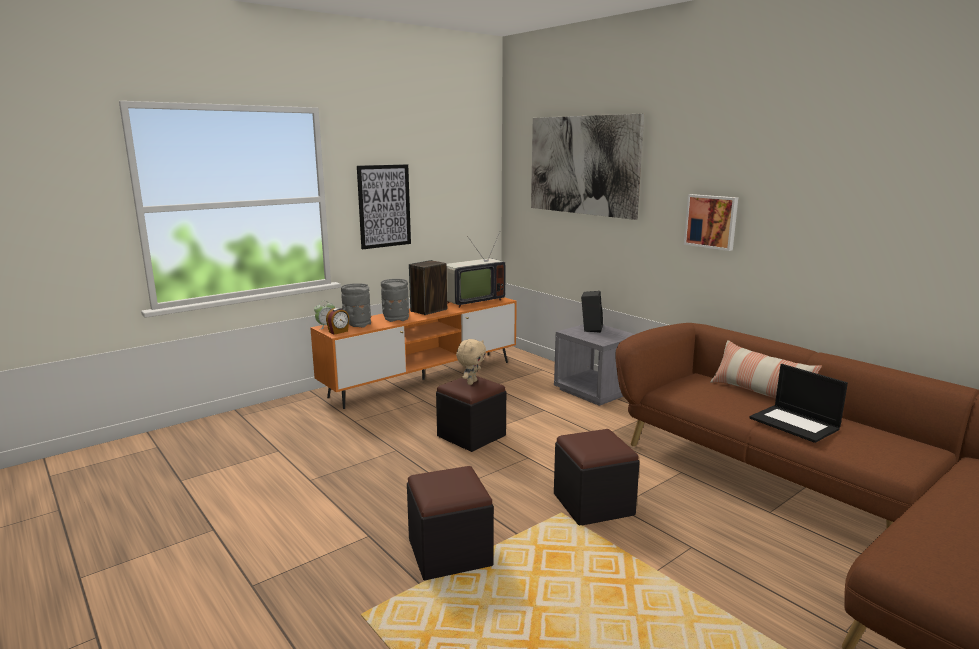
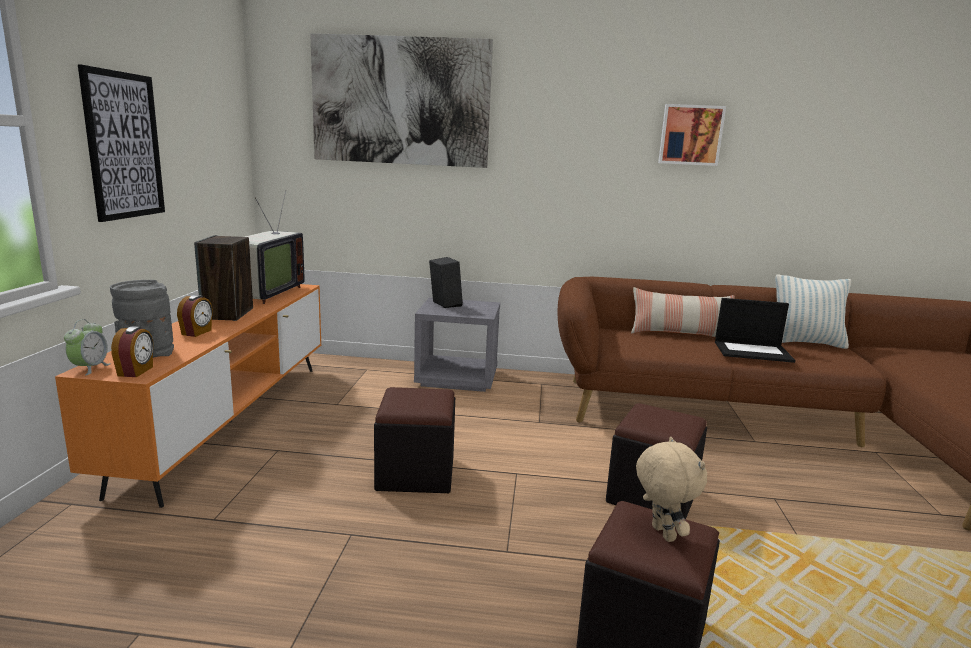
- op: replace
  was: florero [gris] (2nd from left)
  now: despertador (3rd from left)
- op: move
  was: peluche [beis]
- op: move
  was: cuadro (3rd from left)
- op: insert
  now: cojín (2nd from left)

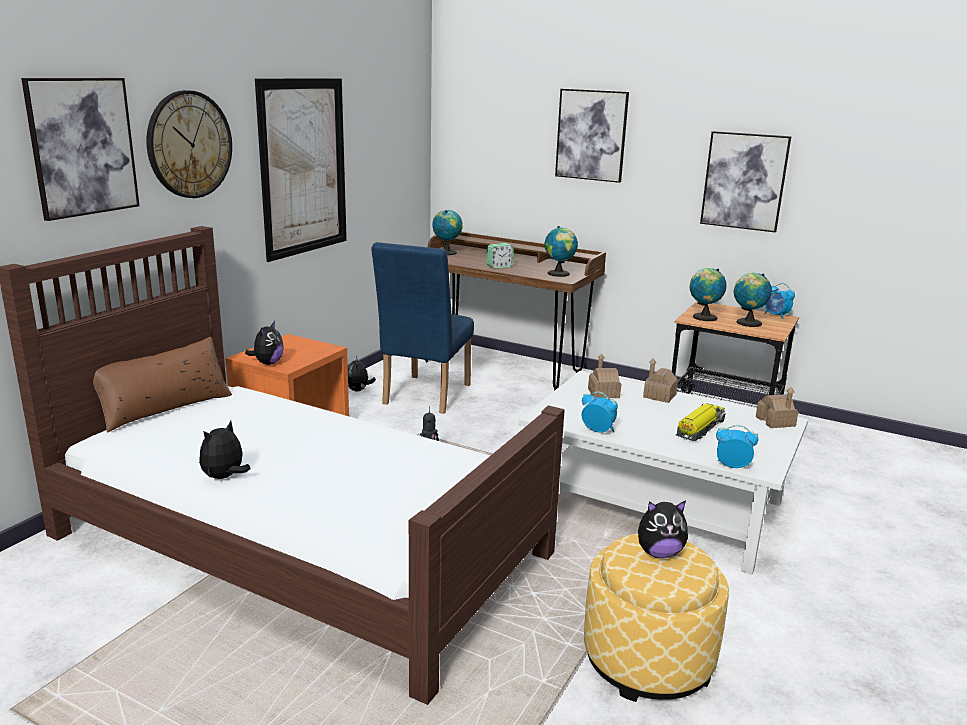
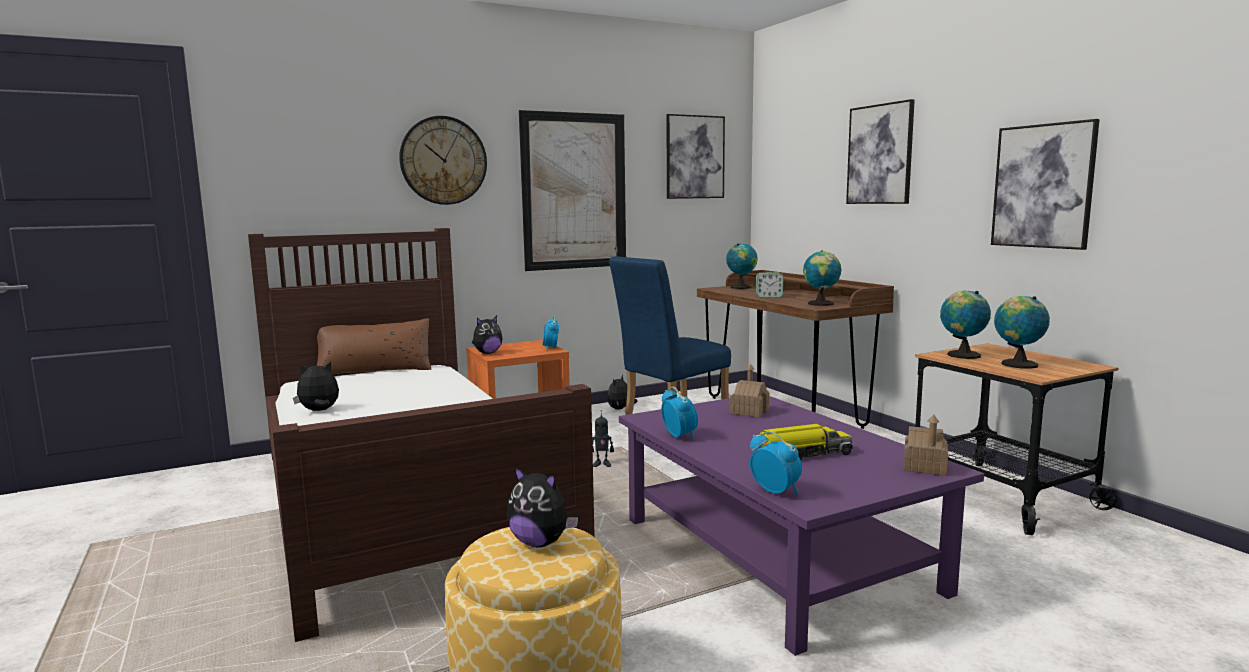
- op: move
  was: cuadro (1st from left in the first image)
  now: cuadro (2nd from left)
- op: recolor
  was: mesa de centro [blanco]
  now: mesa de centro [morado]
- op: delete
  was: casita (2nd from left)
- op: move
  was: despertador (4th from left in the first image)
  now: despertador (1st from left)

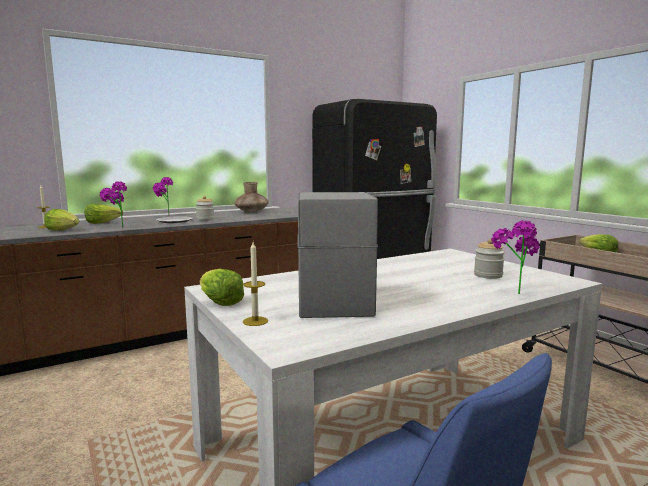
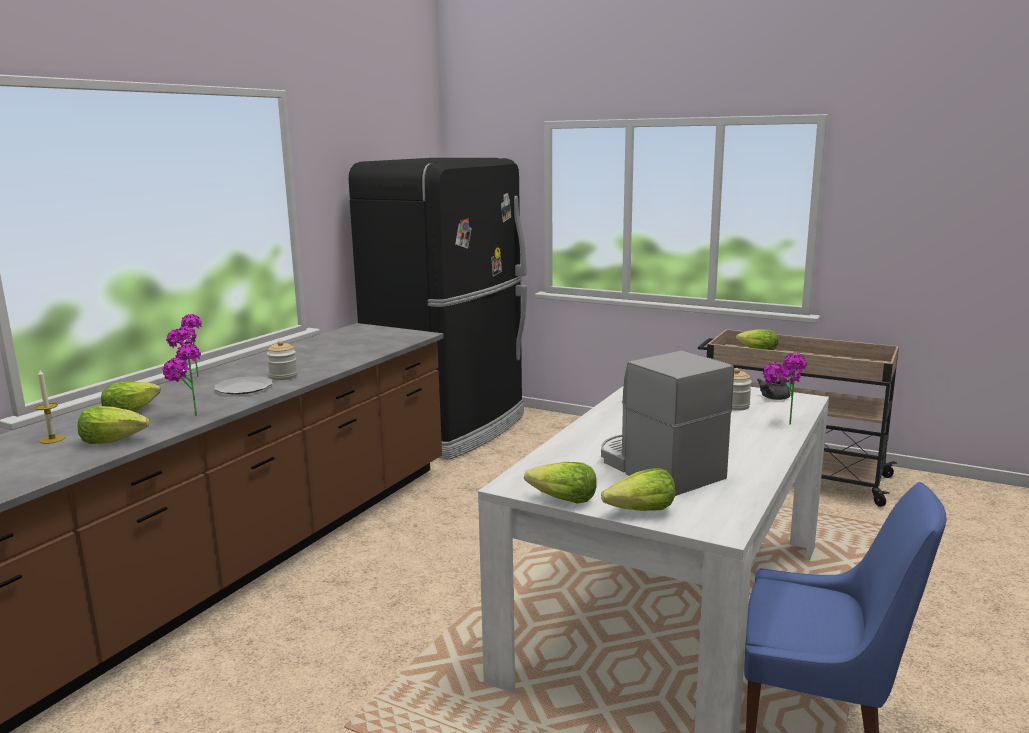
- op: delete
  was: florero [marrón]
- op: replace
  was: vela (2nd from left)
  now: lechuga (4th from left)
- op: insert
  now: tetera [gris]

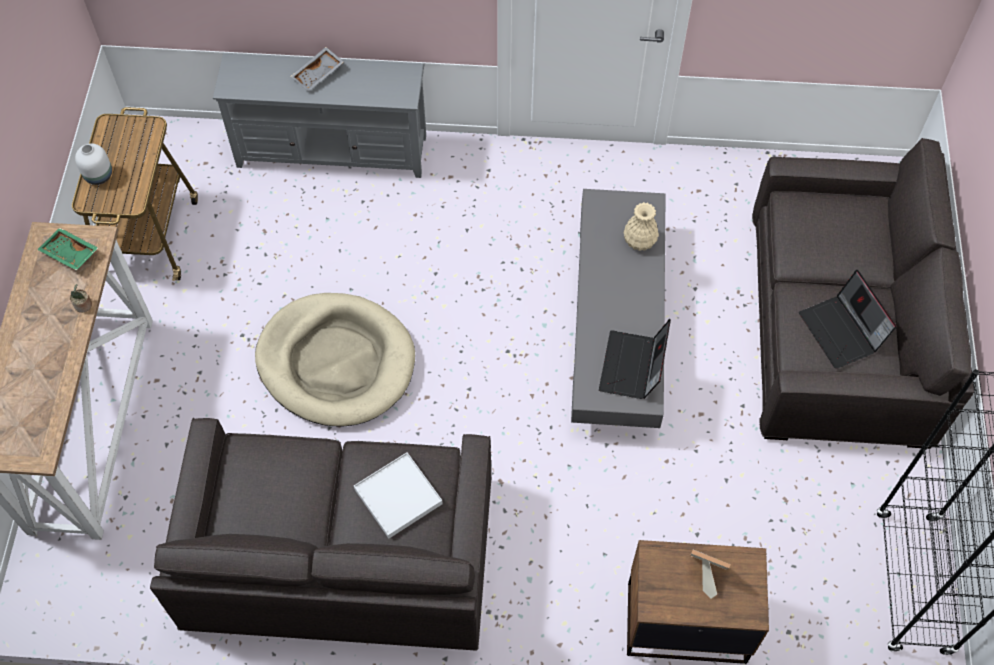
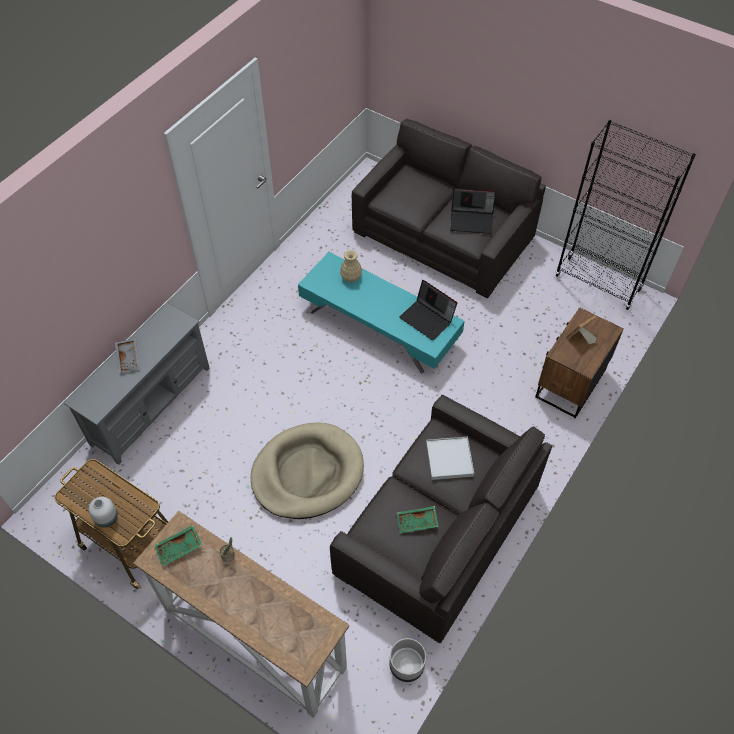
- op: recolor
  was: mesa de centro [gris]
  now: mesa de centro [turquesa]
- op: insert
  now: maceta [gris]
- op: insert
  now: bandeja [verde] (2nd from left)

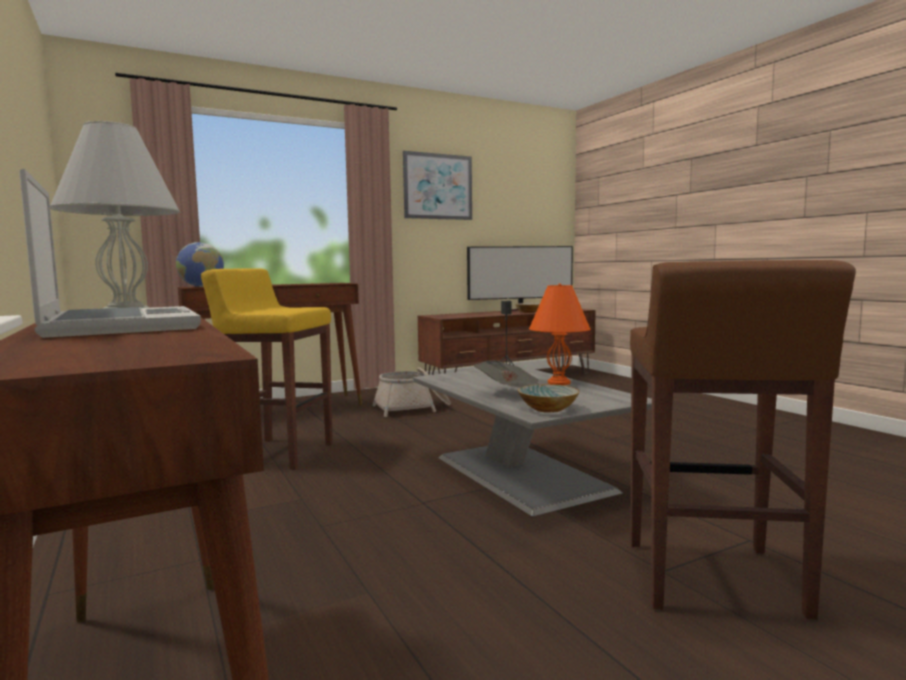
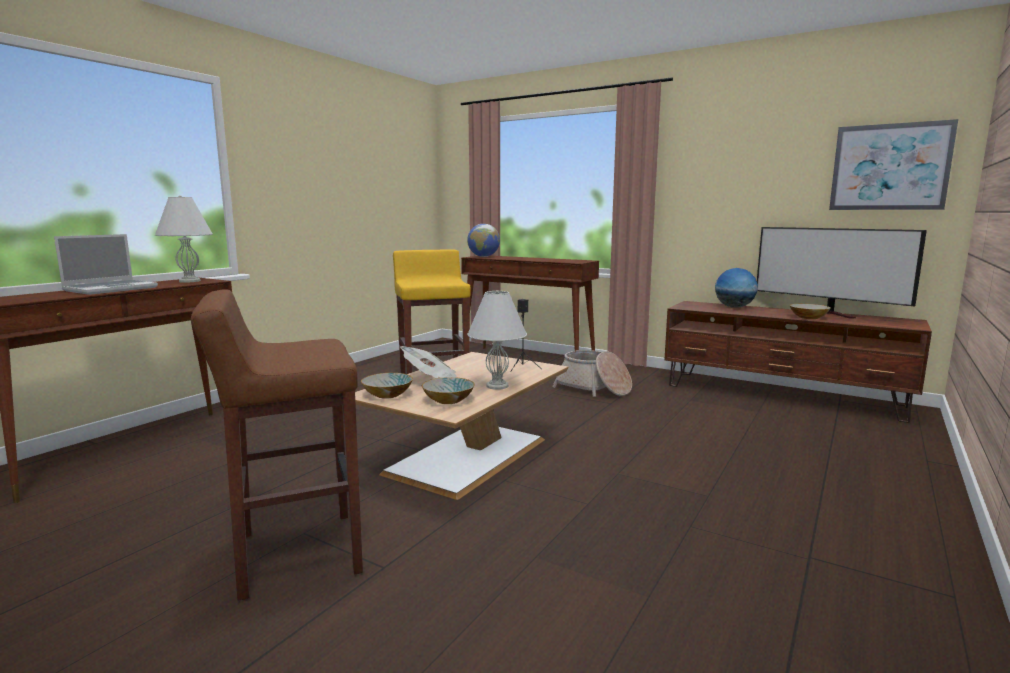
- op: move
  was: cuadro
- op: recolor
  was: mesa de centro [gris]
  now: mesa de centro [marrón]
- op: recolor
  was: lámpara de mesa [naranja]
  now: lámpara de mesa [blanco] (2nd from left)
- op: insert
  now: cuenco (2nd from left)
- op: insert
  now: globo terráqueo (2nd from left)

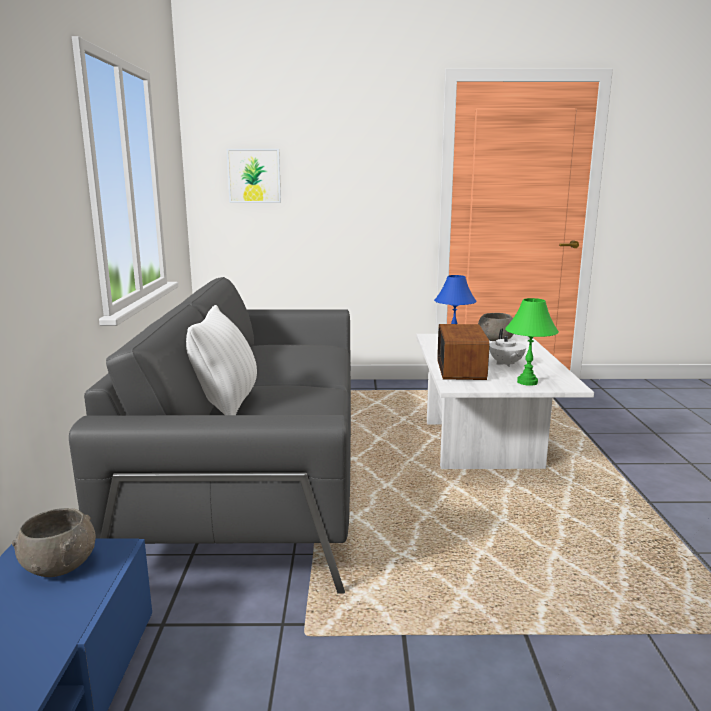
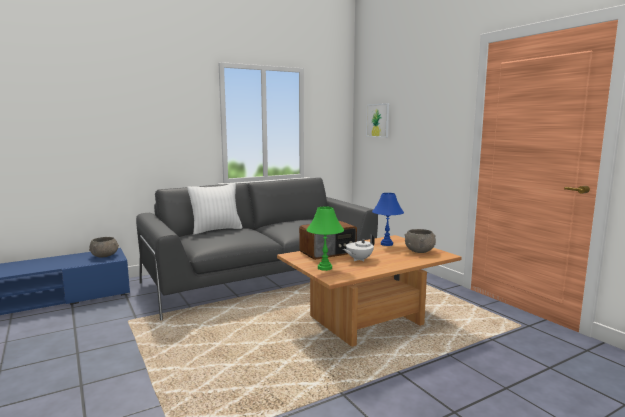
- op: recolor
  was: mesa de centro [blanco]
  now: mesa de centro [marrón]

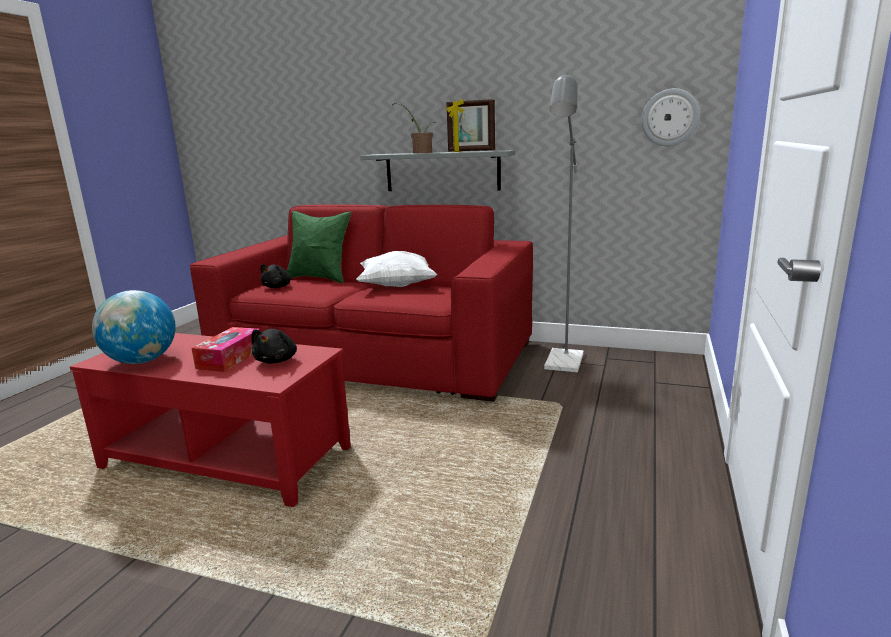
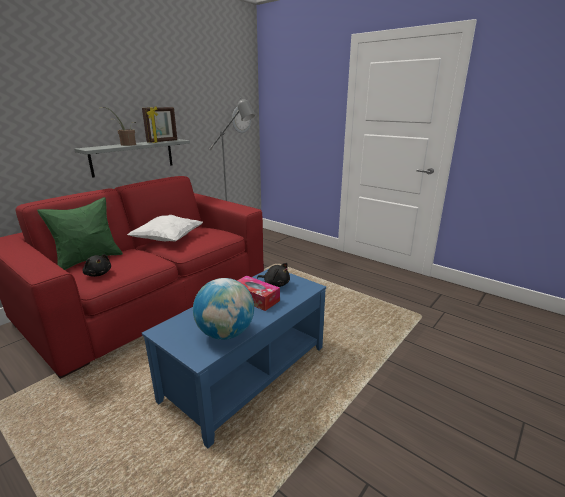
- op: recolor
  was: mesa de centro [rojo]
  now: mesa de centro [azul]

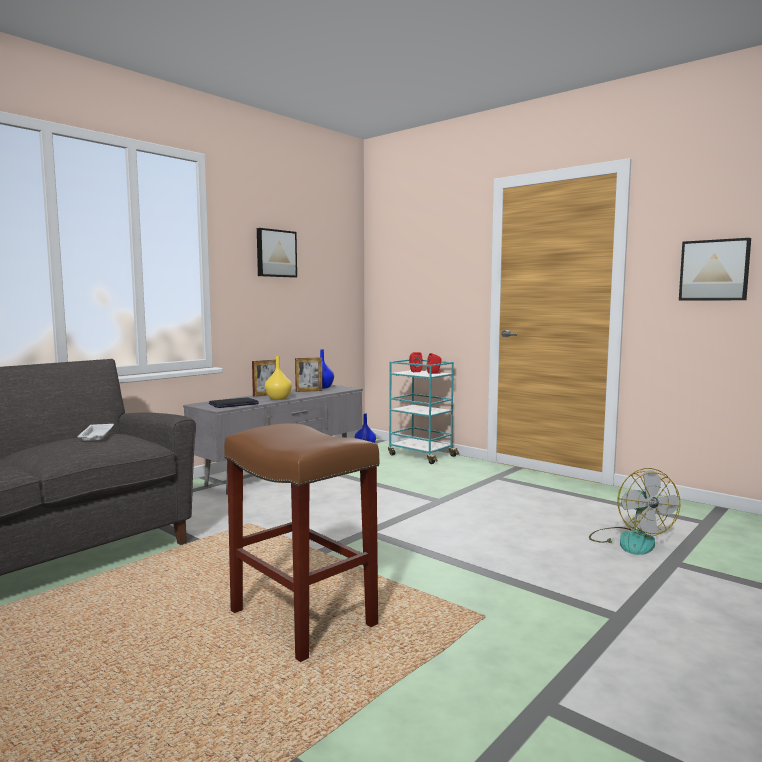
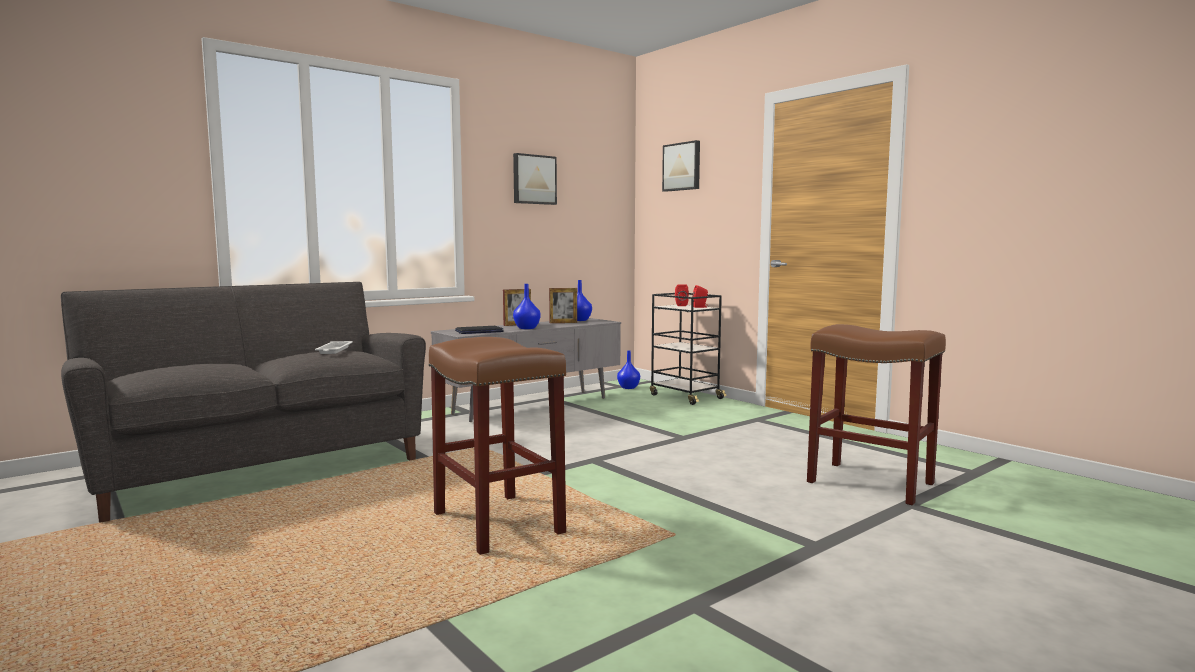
- op: recolor
  was: florero [amarillo]
  now: florero [azul] (1st from left)
- op: recolor
  was: carrito [turquesa]
  now: carrito [negro]
- op: replace
  was: ventilador
  now: taburete [marrón] (2nd from left)
- op: move
  was: cuadro (2nd from left)

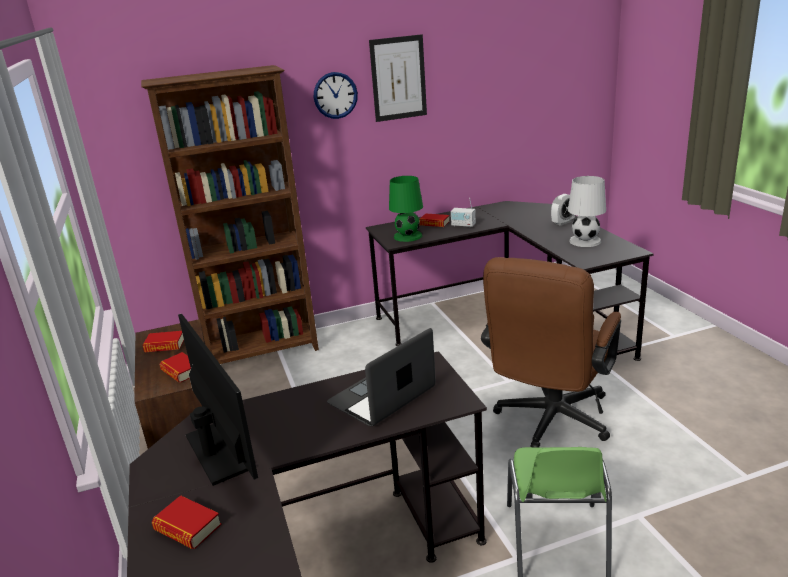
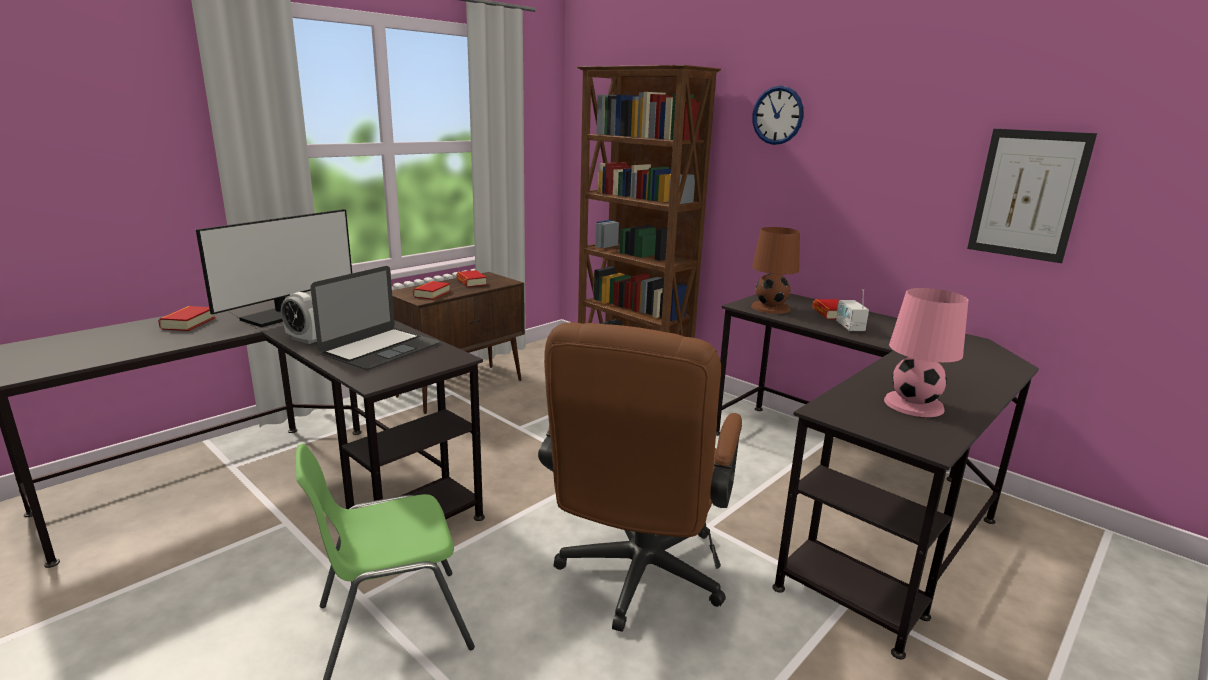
- op: rotate
  was: portátil
  clockwise: 105
- op: move
  was: cuadro
- op: recolor
  was: lámpara de mesa [verde]
  now: lámpara de mesa [marrón]
- op: rotate
  was: silla de oficina [marrón]
  clockwise: -75
- op: move
  was: despertador
- op: recolor
  was: lámpara de mesa [blanco]
  now: lámpara de mesa [rosa]

